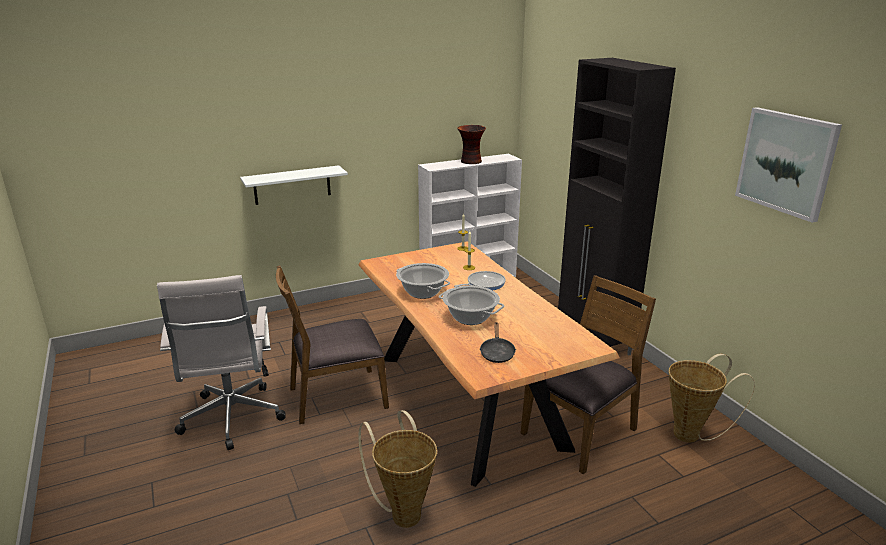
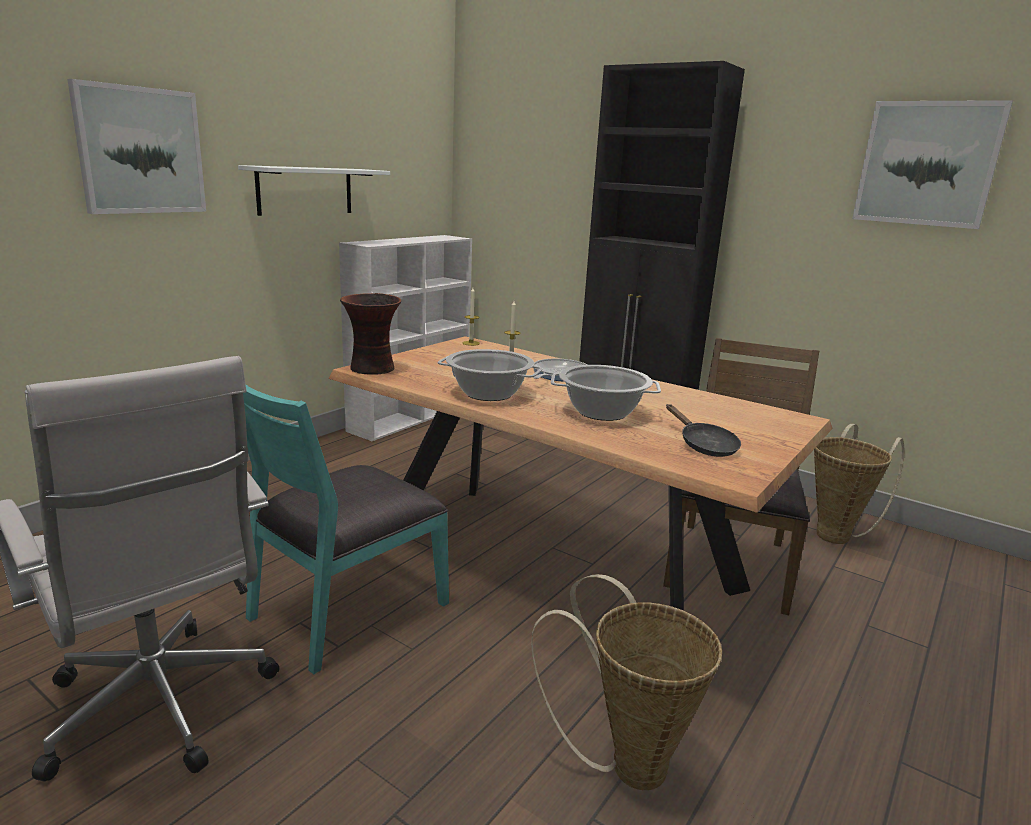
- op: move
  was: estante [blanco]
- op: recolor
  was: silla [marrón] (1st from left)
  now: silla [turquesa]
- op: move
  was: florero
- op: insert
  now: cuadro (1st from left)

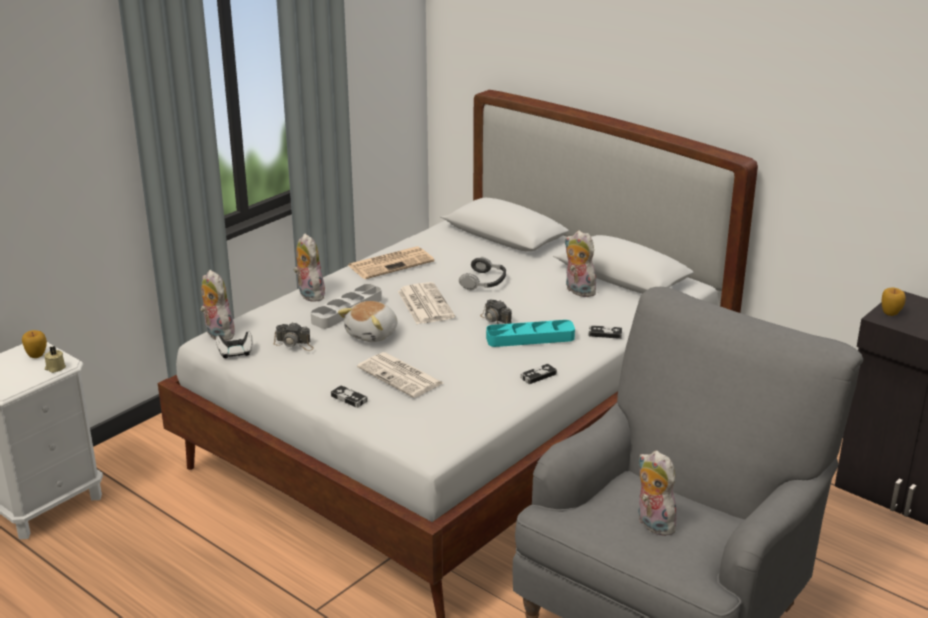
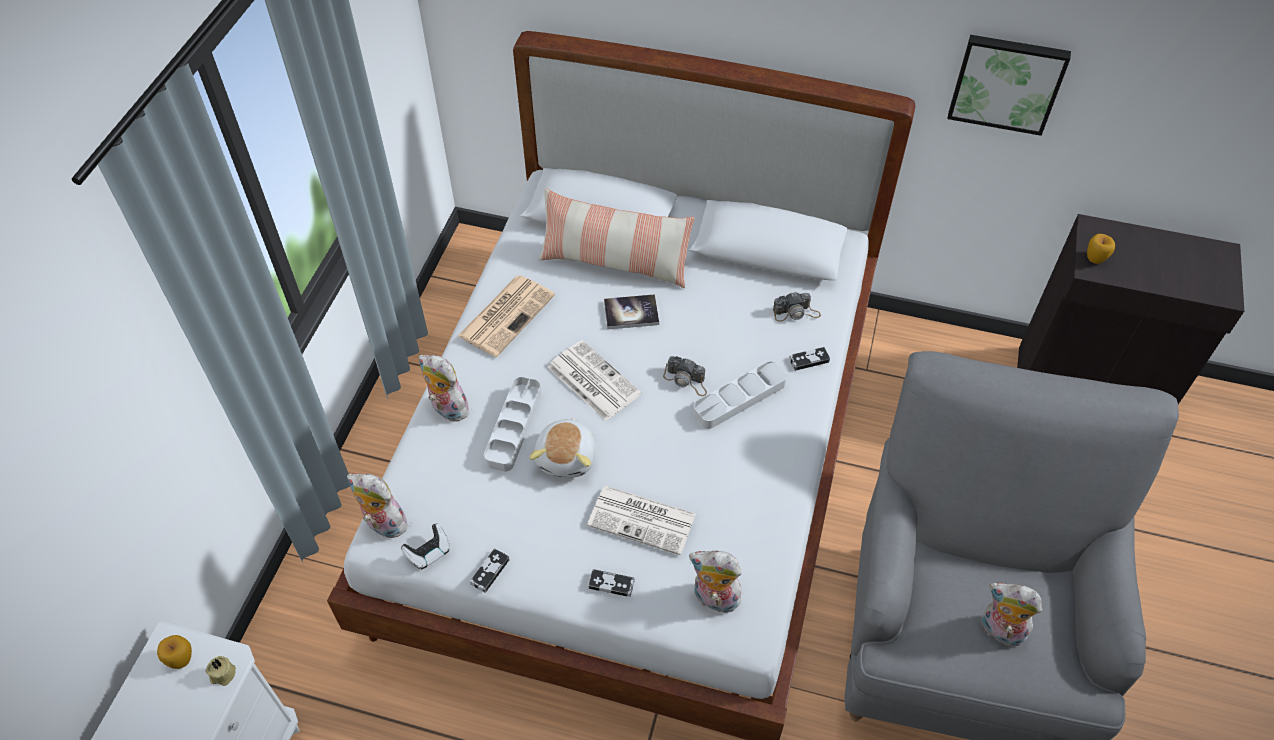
- op: move
  was: cámara (1st from left in the first image)
  now: cámara (2nd from left)
- op: replace
  was: auriculares
  now: libro
- op: recolor
  was: bandeja [turquesa]
  now: bandeja [gris] (2nd from left)
- op: move
  was: mando de consola (3rd from left in the first image)
  now: mando de consola (2nd from left)
- op: move
  was: peluche (4th from left)
- op: insert
  now: cojín
- op: insert
  now: cuadro

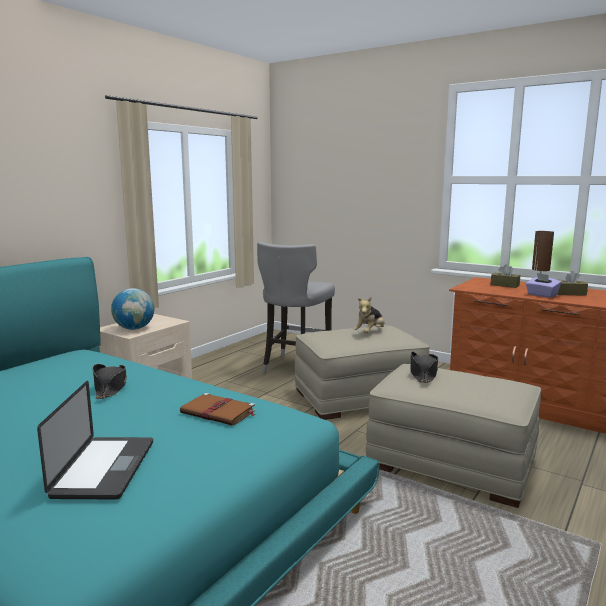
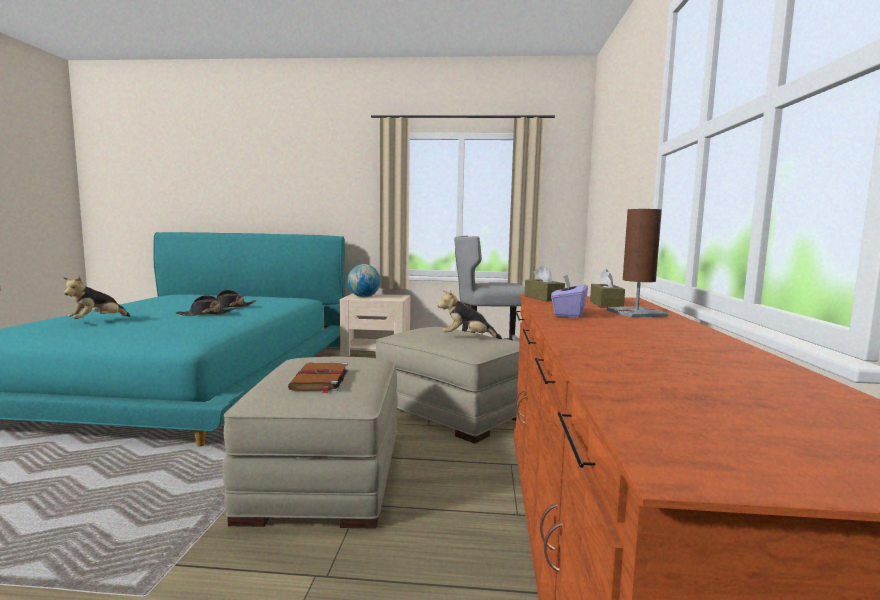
- op: replace
  was: portátil
  now: peluche (1st from left)
- op: move
  was: libro [marrón]
- op: move
  was: sombrero [negro] (2nd from left in the first image)
  now: sombrero [negro] (1st from left)
- op: move
  was: caja de pañuelos [marrón] (2nd from left in the first image)
  now: caja de pañuelos [marrón] (1st from left)

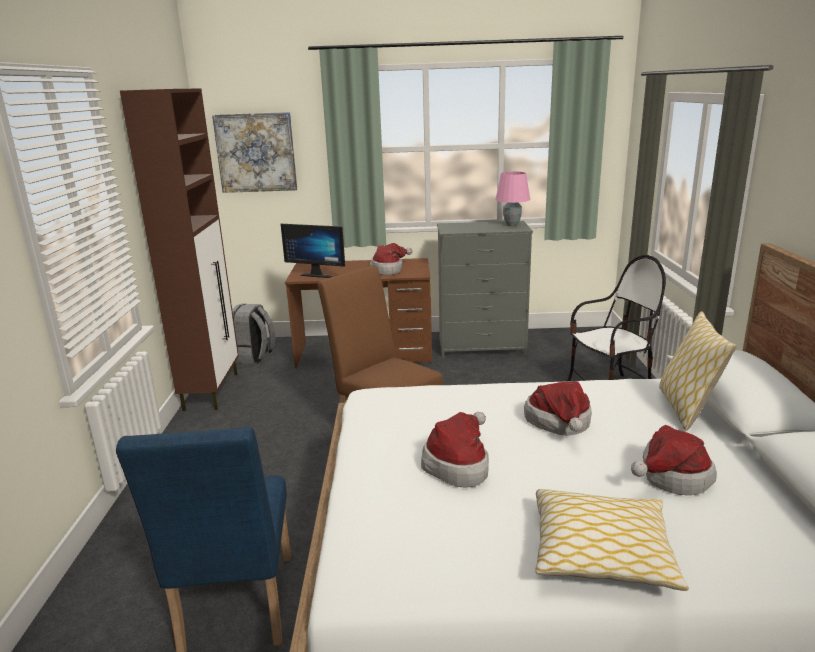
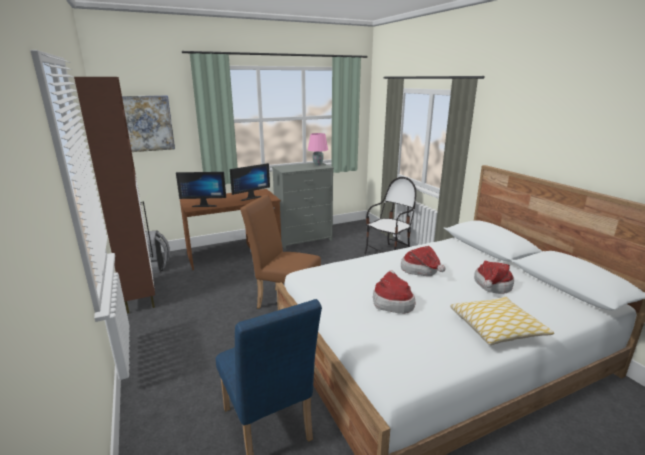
- op: replace
  was: sombrero (1st from left)
  now: monitor (2nd from left)
- op: delete
  was: cojín (2nd from left)

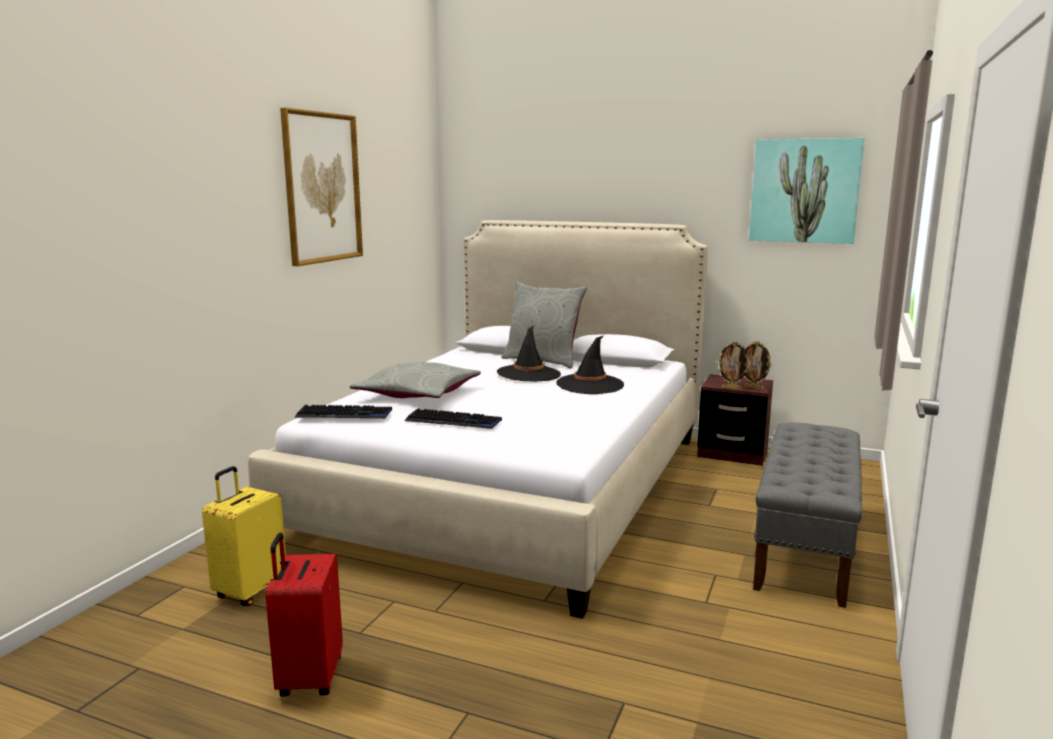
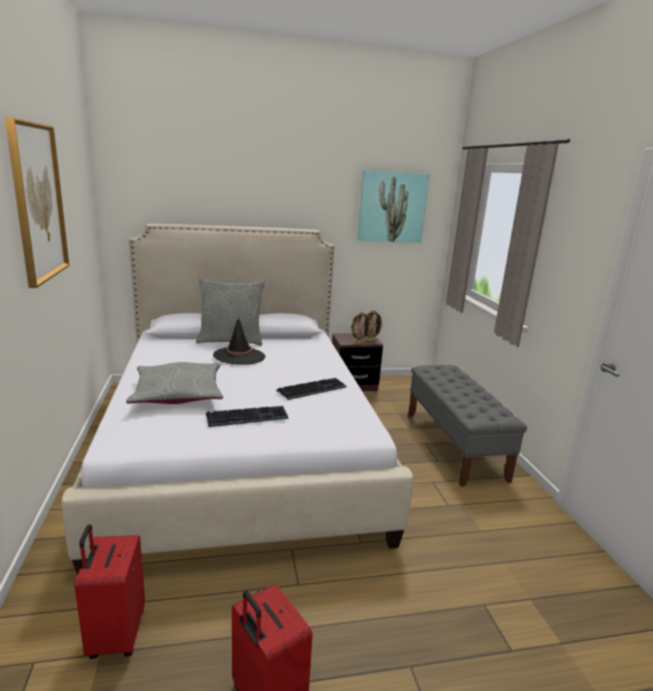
- op: recolor
  was: maleta [amarillo]
  now: maleta [rojo] (1st from left)
- op: move
  was: teclado (1st from left in the first image)
  now: teclado (2nd from left)
- op: delete
  was: sombrero [negro] (2nd from left)

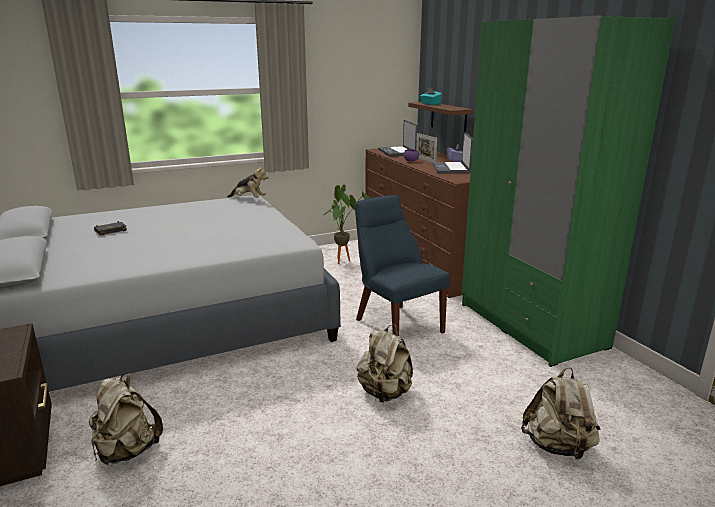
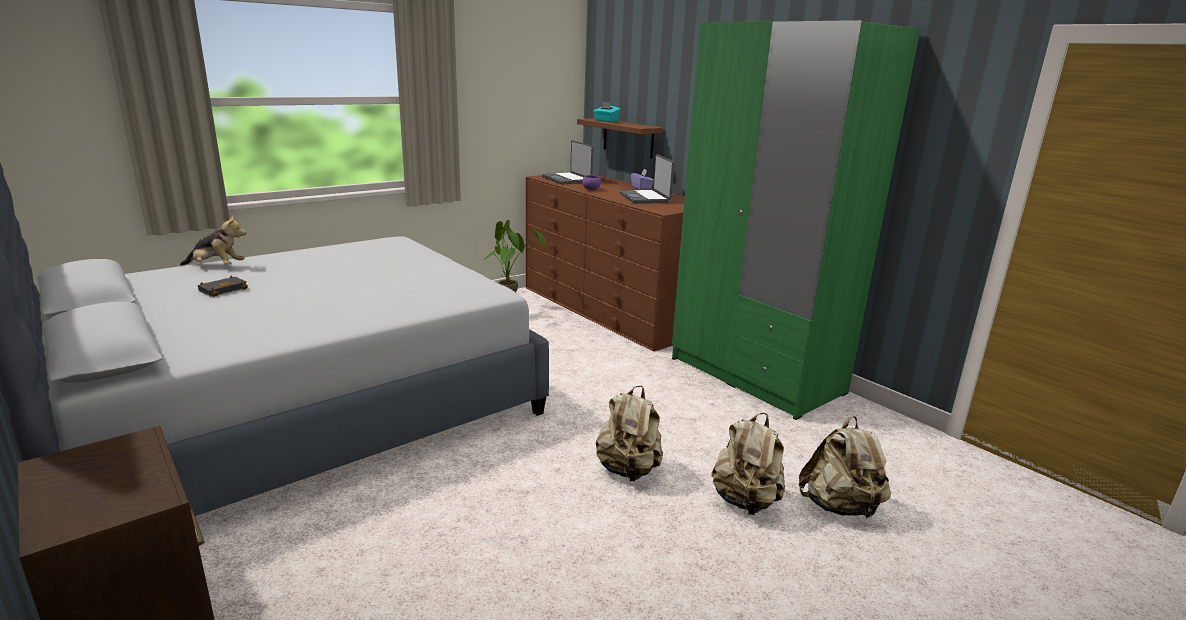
- op: move
  was: mochila [beis] (1st from left in the first image)
  now: mochila [beis] (2nd from left)
- op: move
  was: peluche
- op: delete
  was: silla [azul]
- op: delete
  was: portarretratos

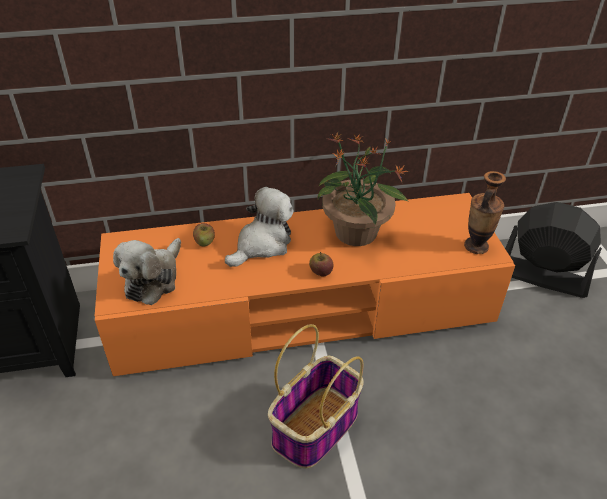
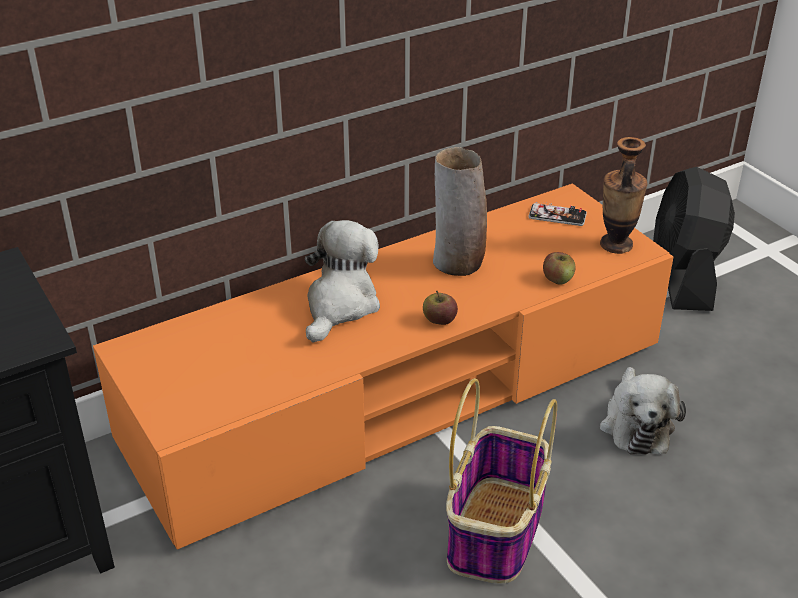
- op: move
  was: peluche (1st from left in the first image)
  now: peluche (2nd from left)
- op: move
  was: manzana (1st from left in the first image)
  now: manzana (2nd from left)
- op: replace
  was: planta en maceta
  now: florero (1st from left)
- op: rotate
  was: ventilador [negro]
  clockwise: -90
- op: insert
  now: móvil

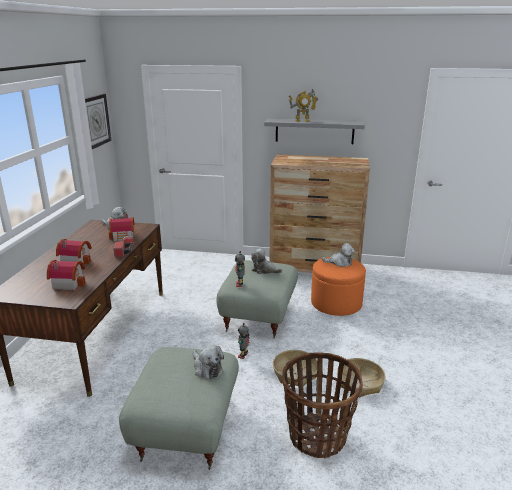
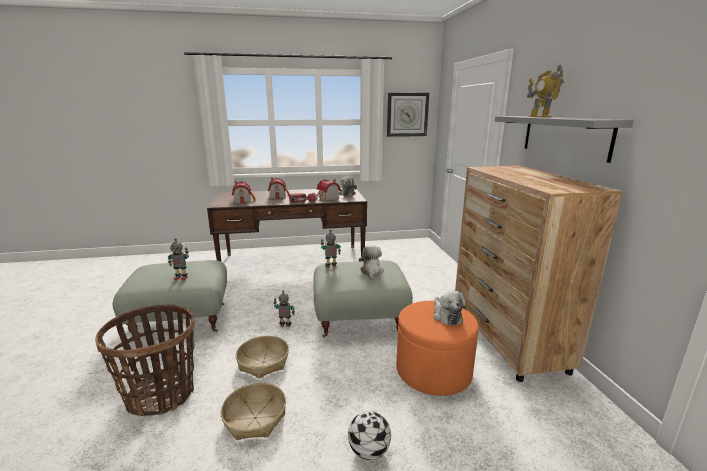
- op: replace
  was: peluche (2nd from left)
  now: robot de juguete (1st from left)
- op: insert
  now: balón de fútbol

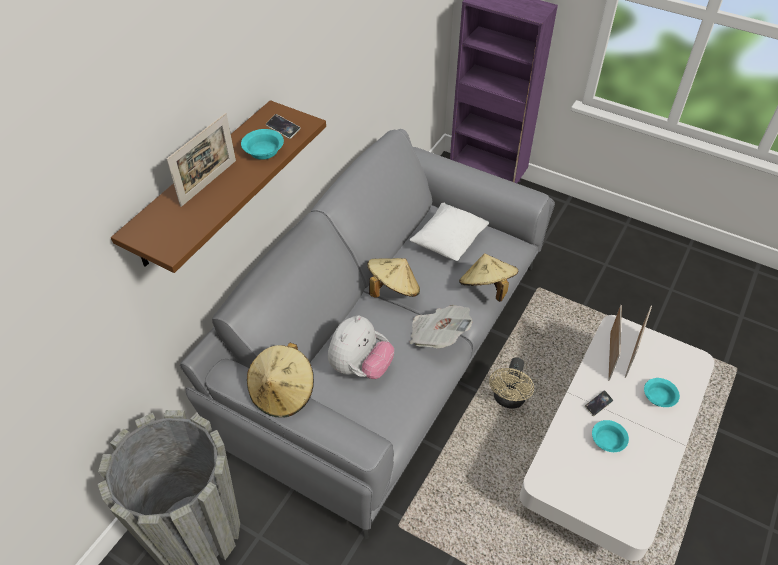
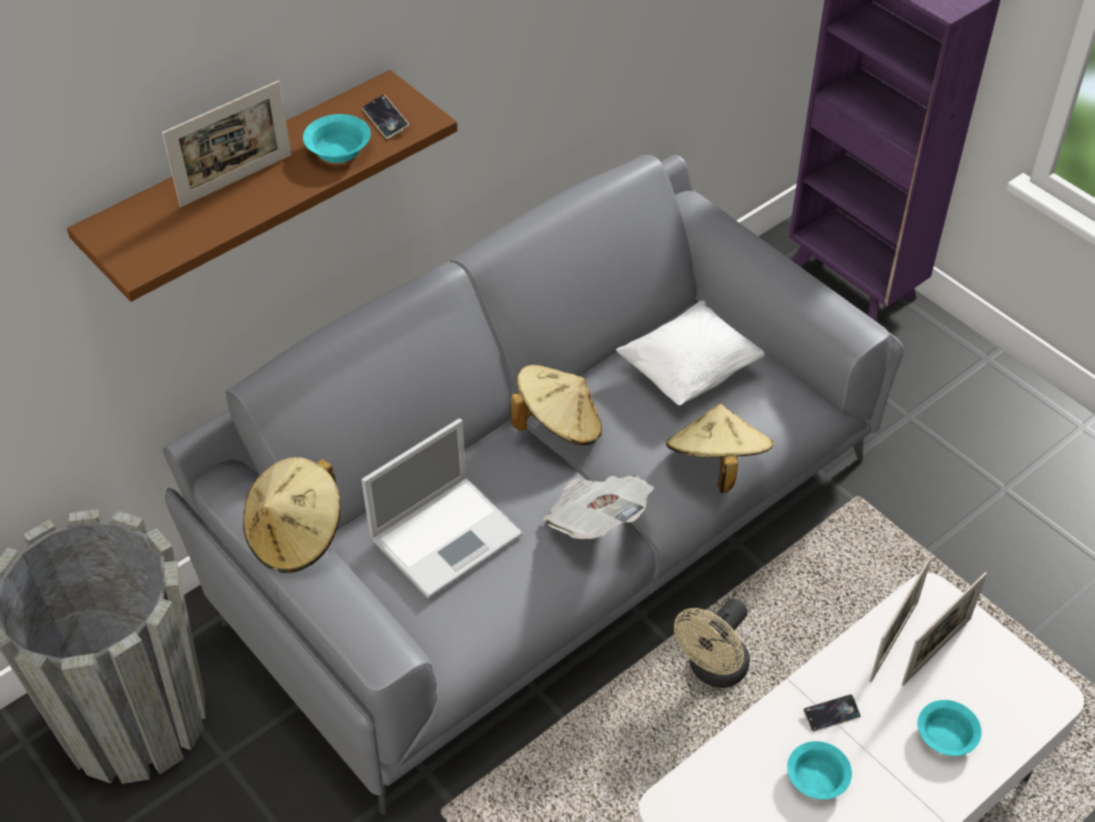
- op: replace
  was: peluche
  now: portátil

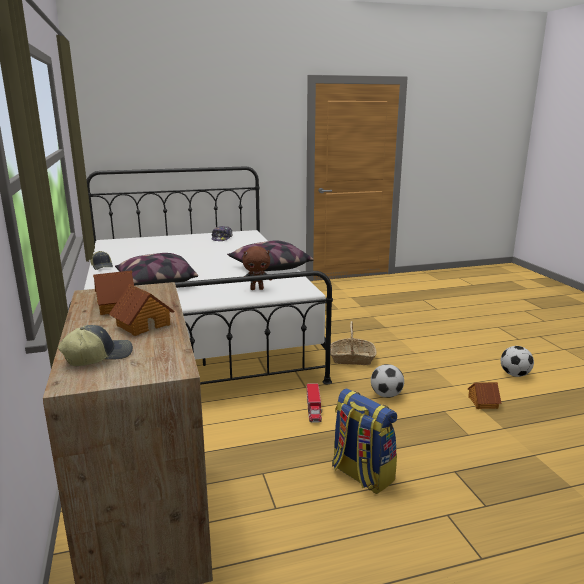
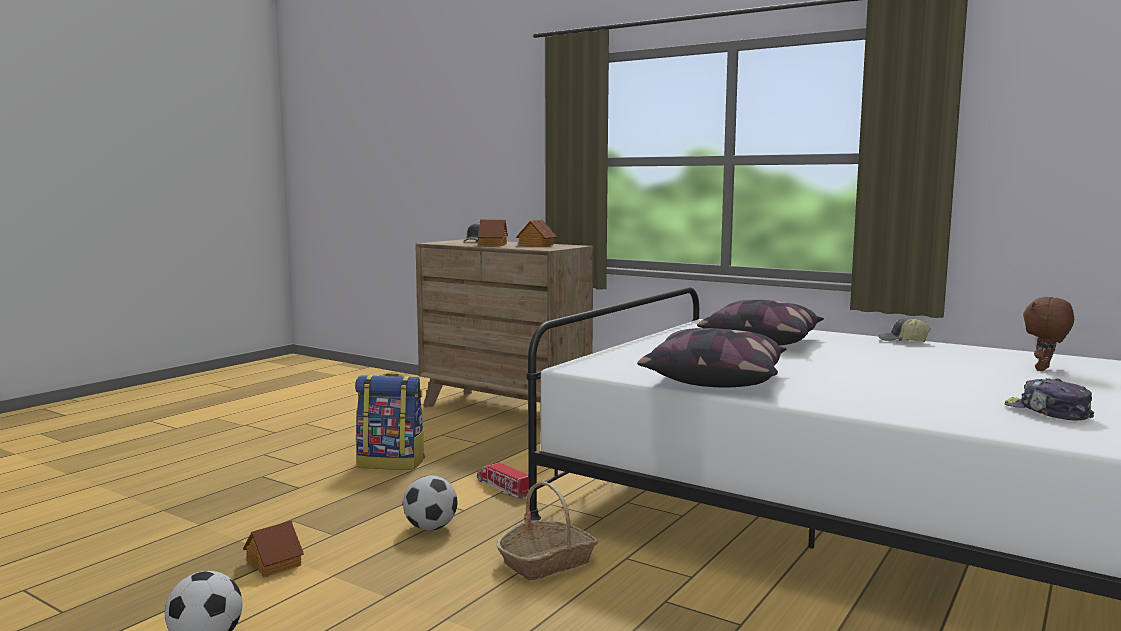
- op: move
  was: peluche [marrón]

